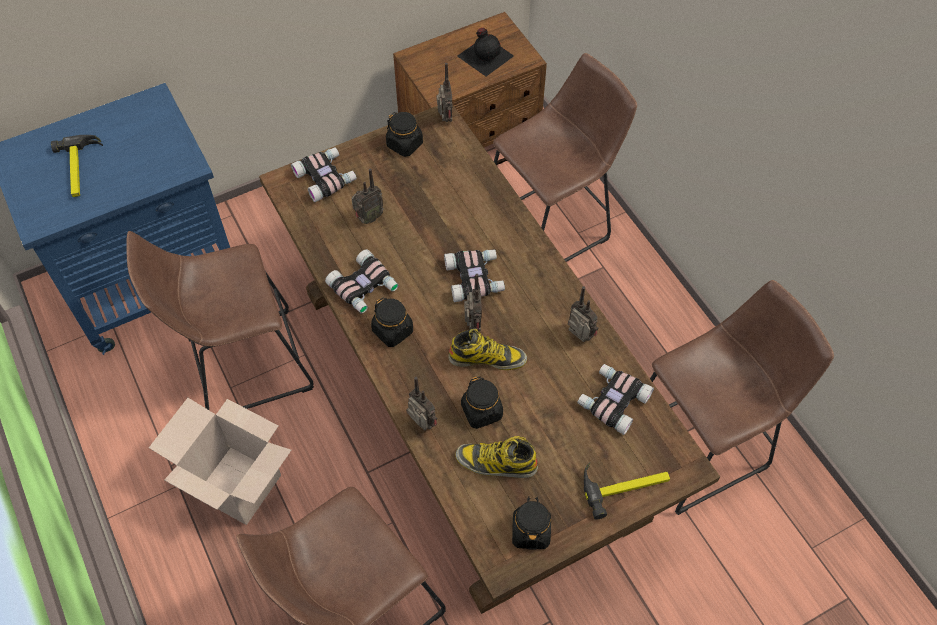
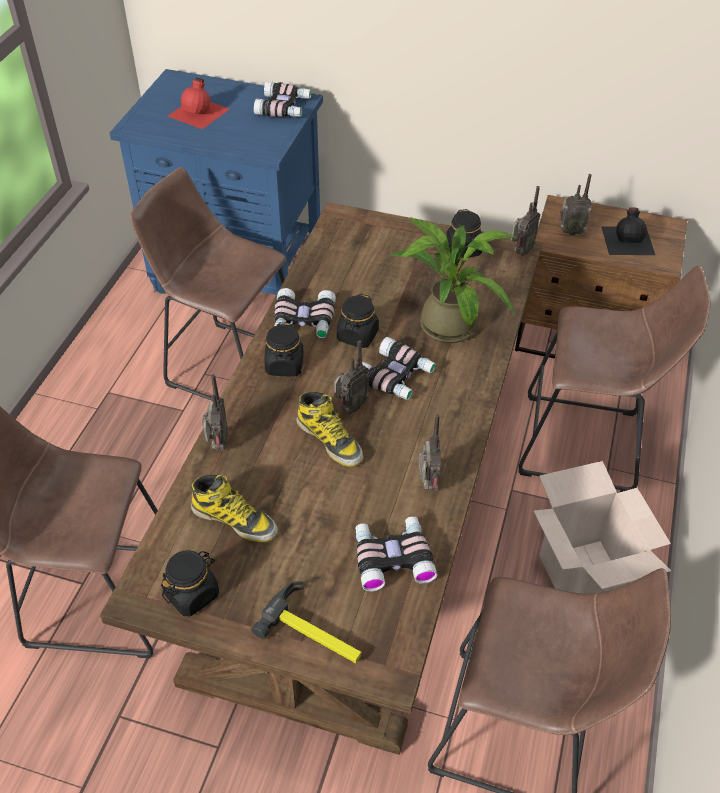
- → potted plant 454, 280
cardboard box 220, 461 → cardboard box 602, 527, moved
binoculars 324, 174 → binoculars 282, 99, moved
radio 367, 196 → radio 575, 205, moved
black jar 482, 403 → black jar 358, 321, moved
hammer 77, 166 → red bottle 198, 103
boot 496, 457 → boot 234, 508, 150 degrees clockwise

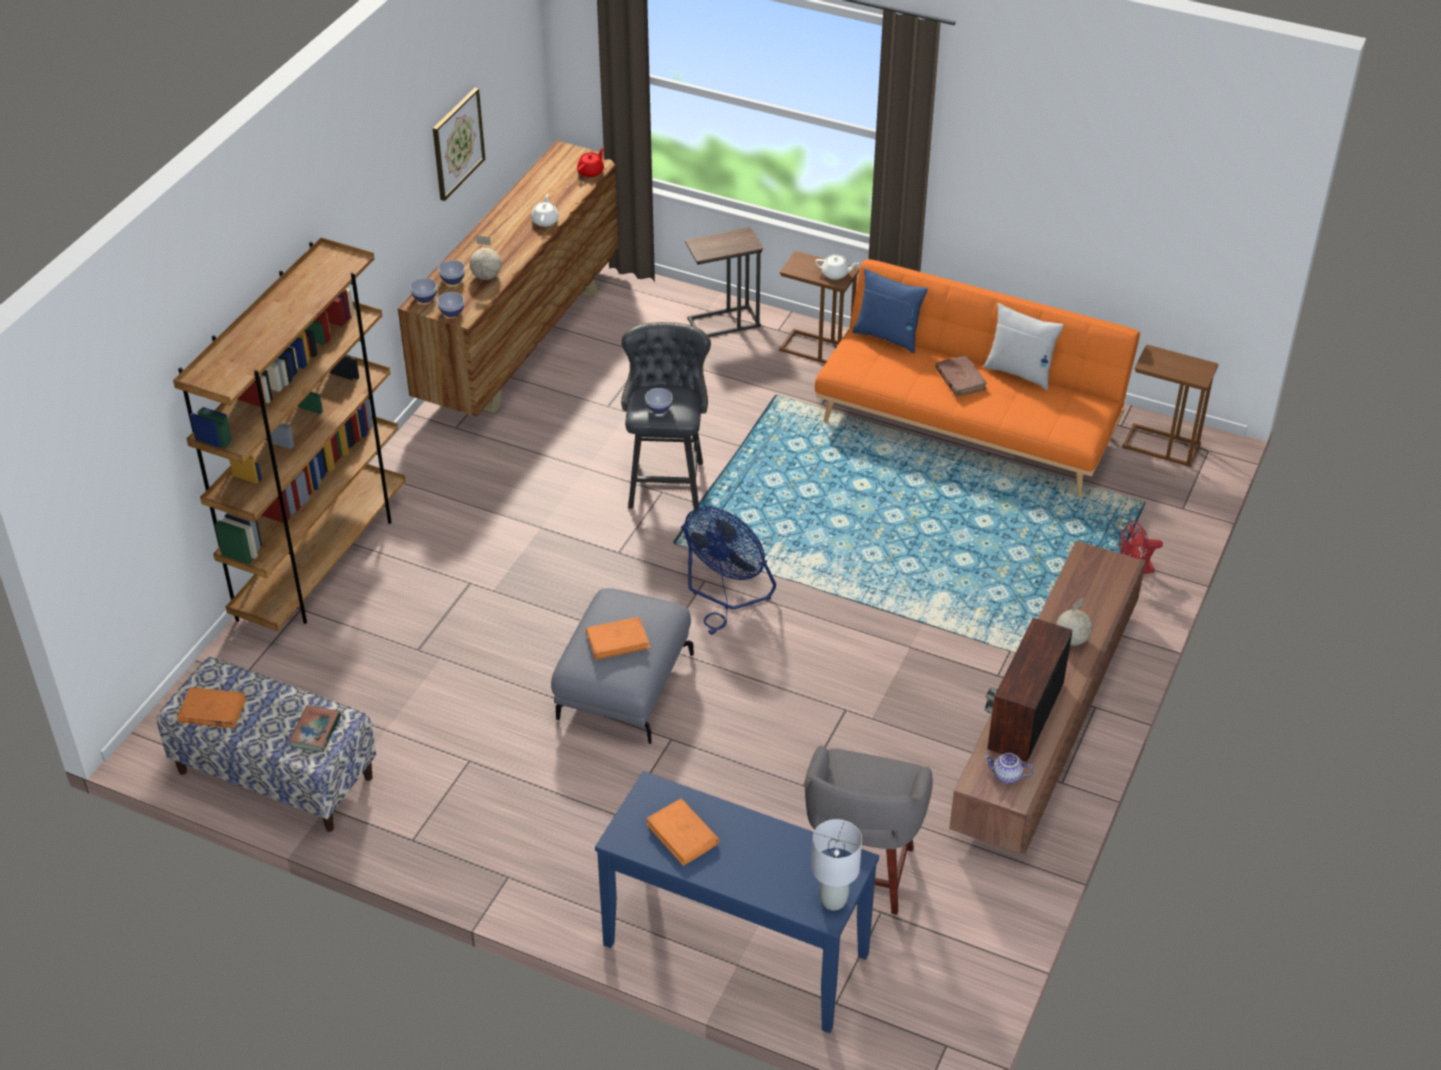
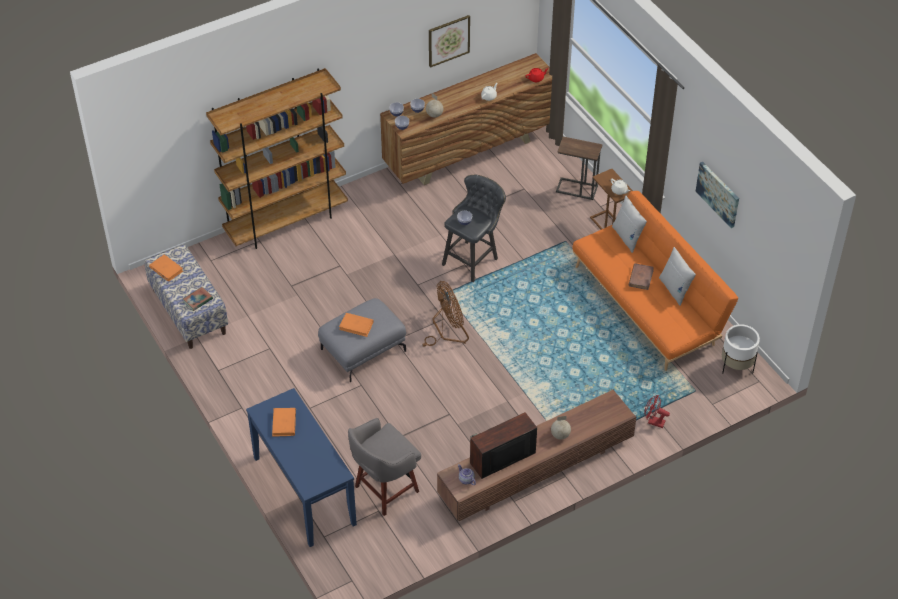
grey table lamp 836, 864 → -
- → picture 717, 195
brown side table 1170, 406 → white planter 741, 348
blue fan 728, 570 → brown fan 445, 314
blue pillow 890, 310 → grey pillow 629, 224

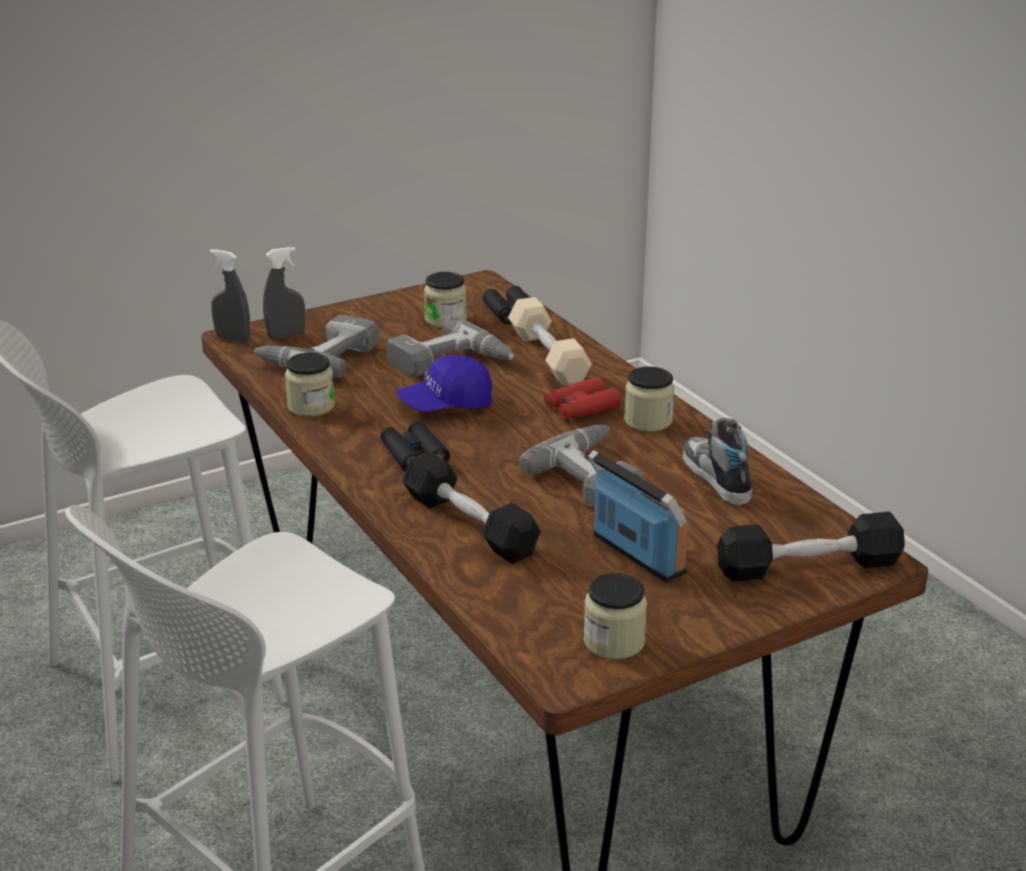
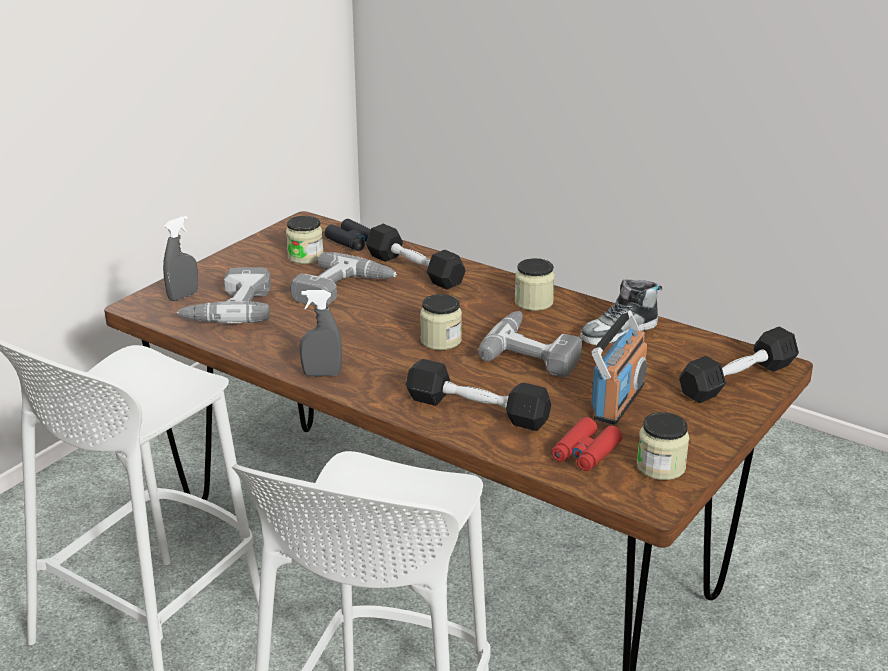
black binoculars 415, 446 → -
blue cap 444, 383 → -
grey spray bottle 230, 296 → grey spray bottle 320, 333, moved
jar 310, 384 → jar 441, 322, moved
red binoculars 582, 398 → red binoculars 586, 444, moved
beige dumbbell 550, 341 → black dumbbell 415, 257
radio 638, 516 → radio 619, 367, 90 degrees clockwise
shoe 717, 461 → shoe 621, 312, 75 degrees counterclockwise

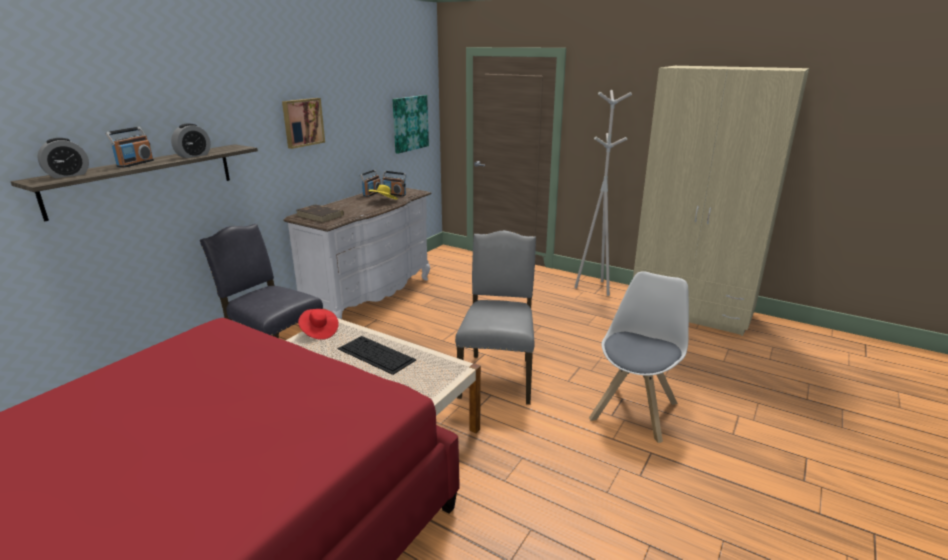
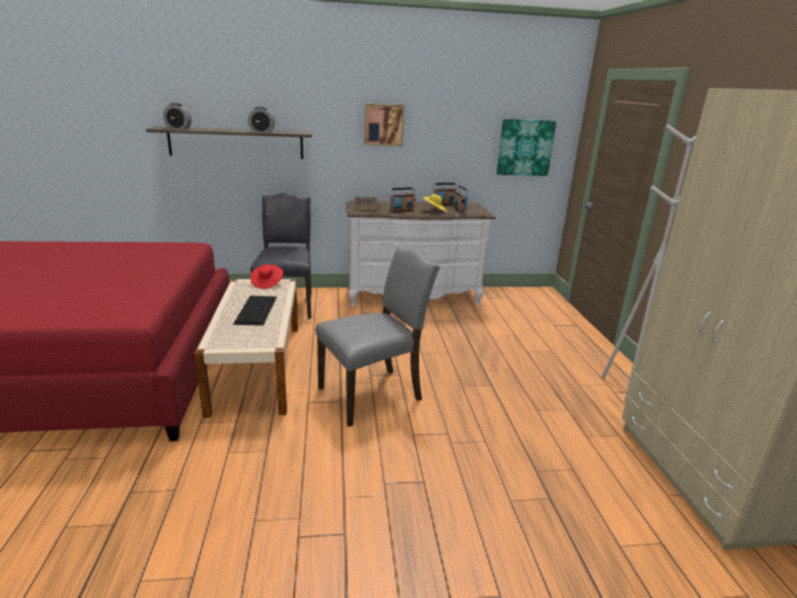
chair 639, 357 → -
radio 129, 147 → radio 402, 199, moved

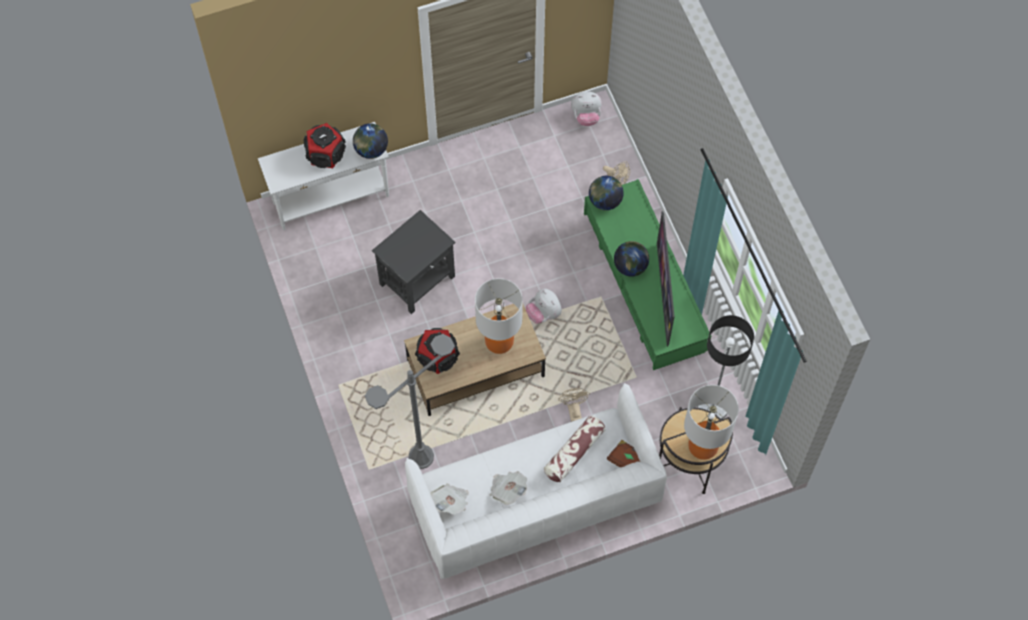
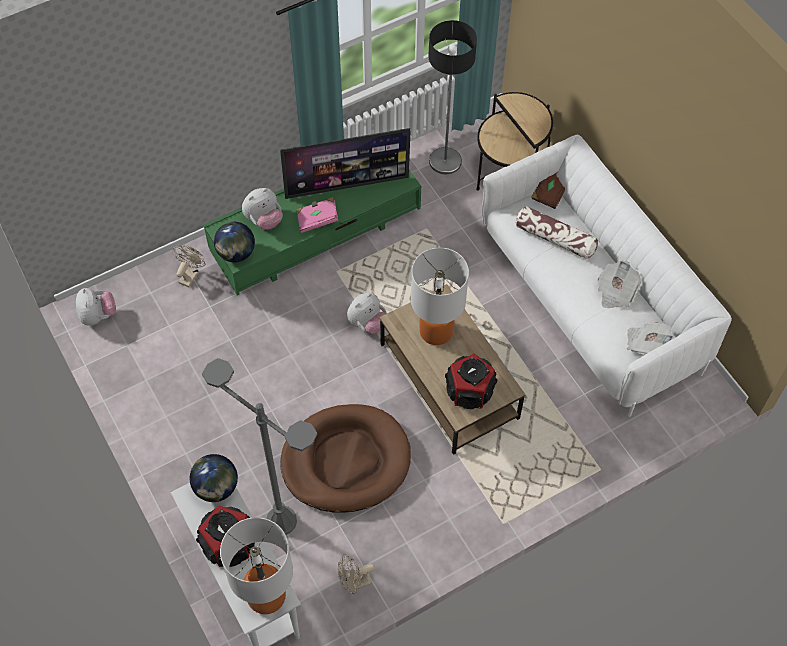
- → plush toy 262, 209
grey floor lamp 410, 401 → grey floor lamp 259, 446, moved
beige fan 574, 405 → beige fan 356, 574, moved
table lamp 711, 422 → table lamp 256, 565, moved
black side table 414, 262 → brown dog bed 345, 458
globe 631, 259 → pink book 317, 215

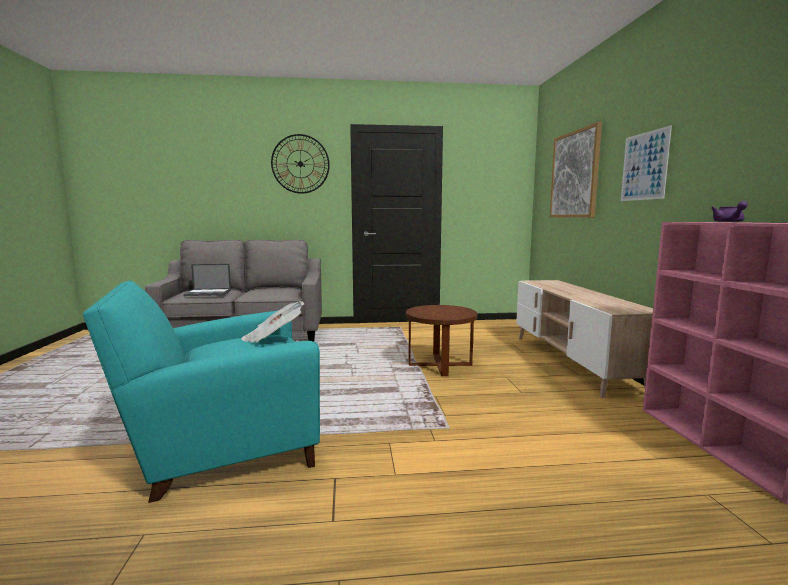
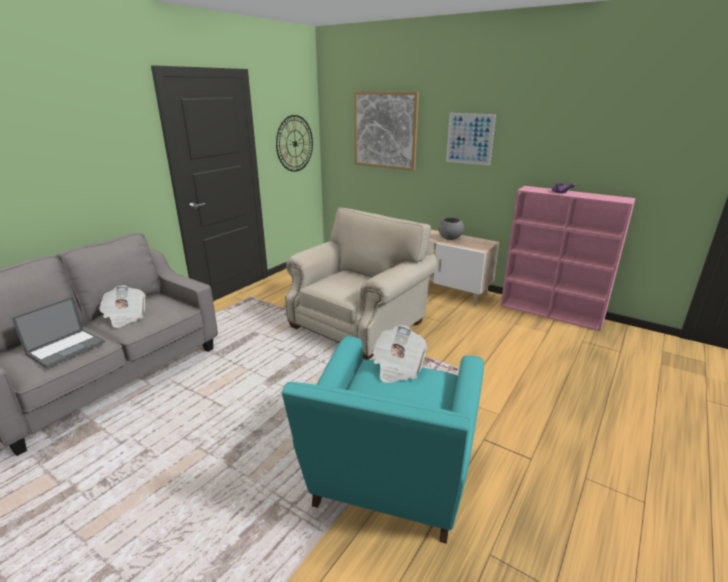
- → newspaper 122, 306
- → grey bowl 451, 229
wall clock 300, 164 → wall clock 294, 143, moved
brown side table 441, 340 → beige armchair 361, 284

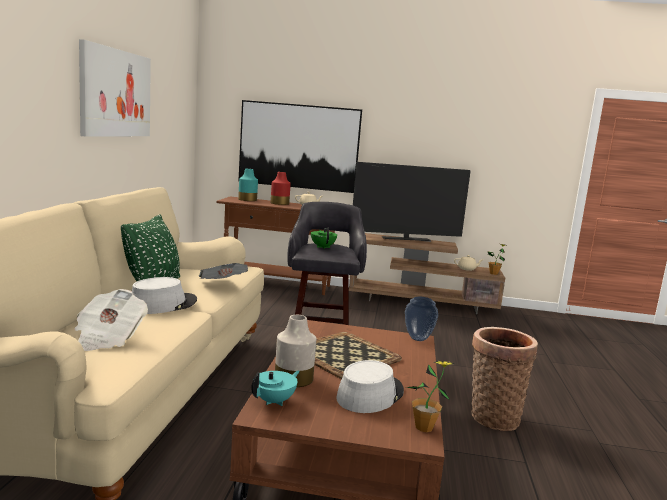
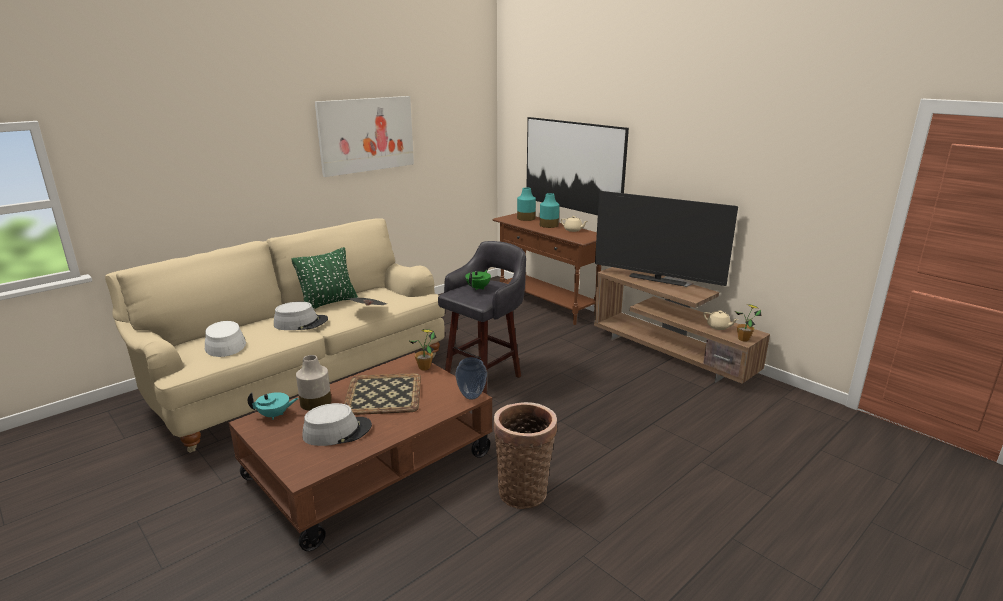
potted plant 430, 396 → potted plant 423, 350, moved
newspaper 111, 320 → white hat 225, 339
red vase 281, 188 → turquoise vase 549, 210

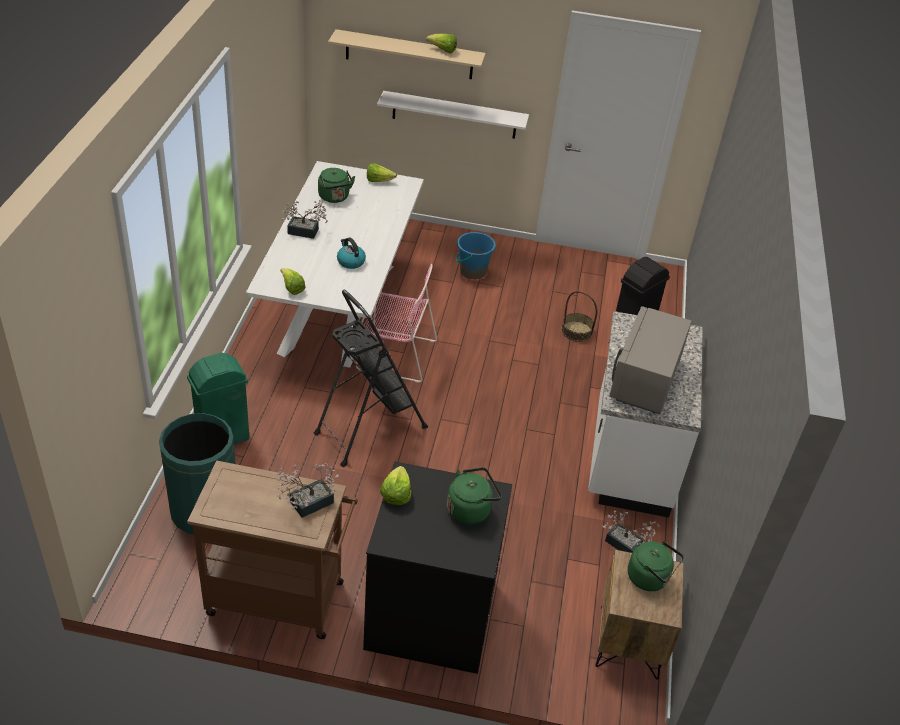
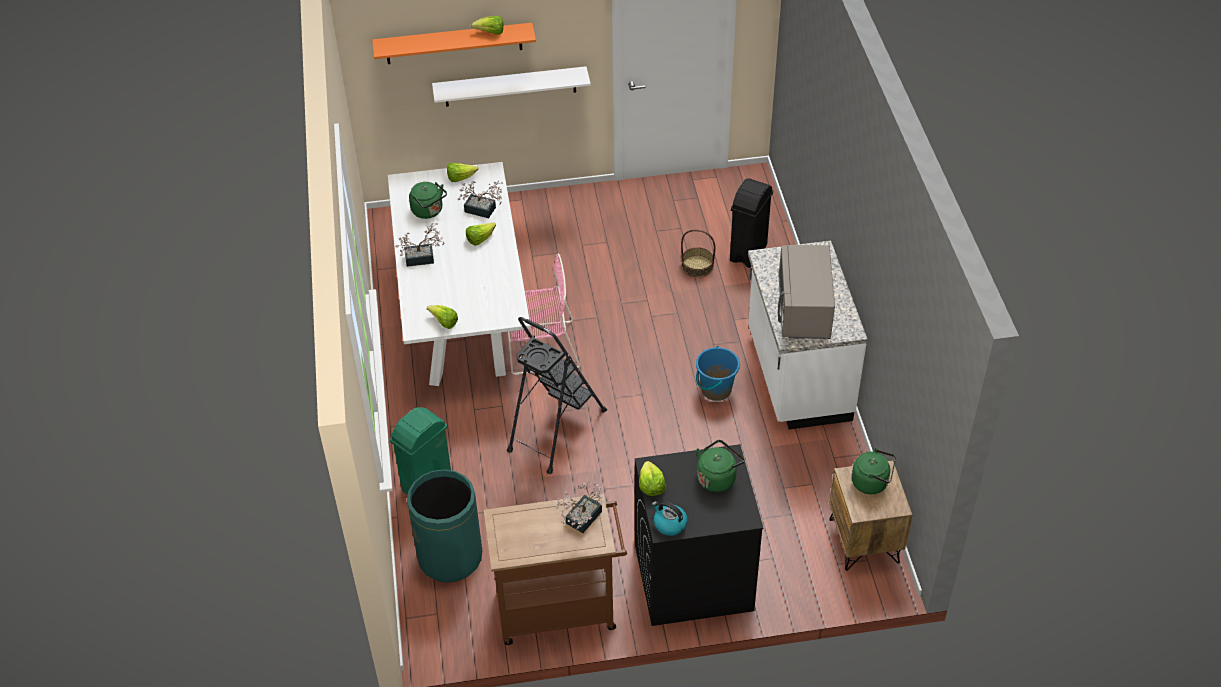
- → lettuce 481, 234
kettle 351, 253 → kettle 670, 518, moved
blue bucket 476, 255 → blue bucket 718, 373, moved
potted plant 630, 532 → potted plant 480, 199, moved
beige shelf 407, 54 → orange shelf 454, 43

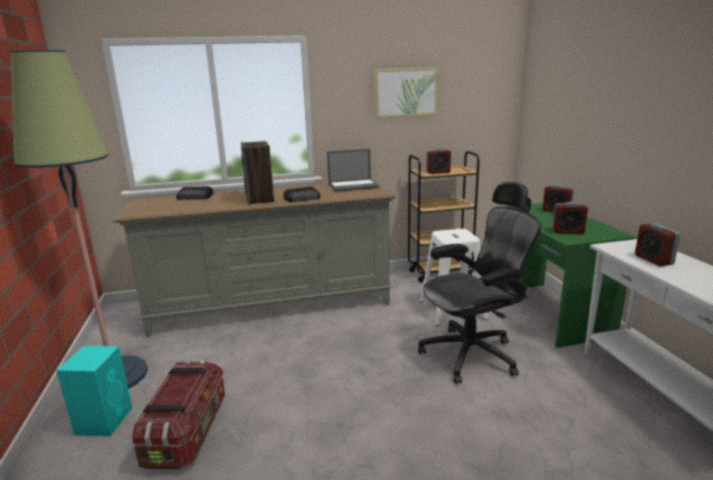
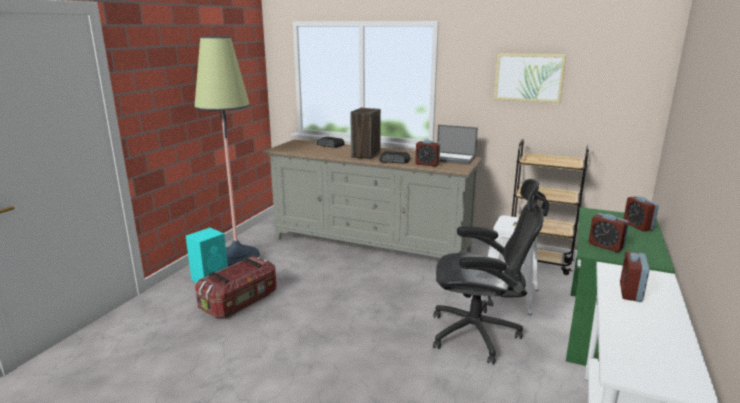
alarm clock 438, 161 → alarm clock 427, 153, moved

